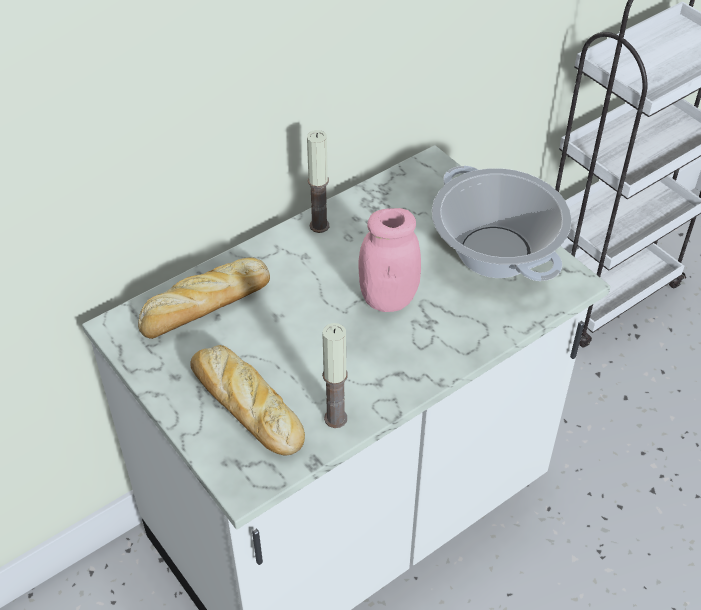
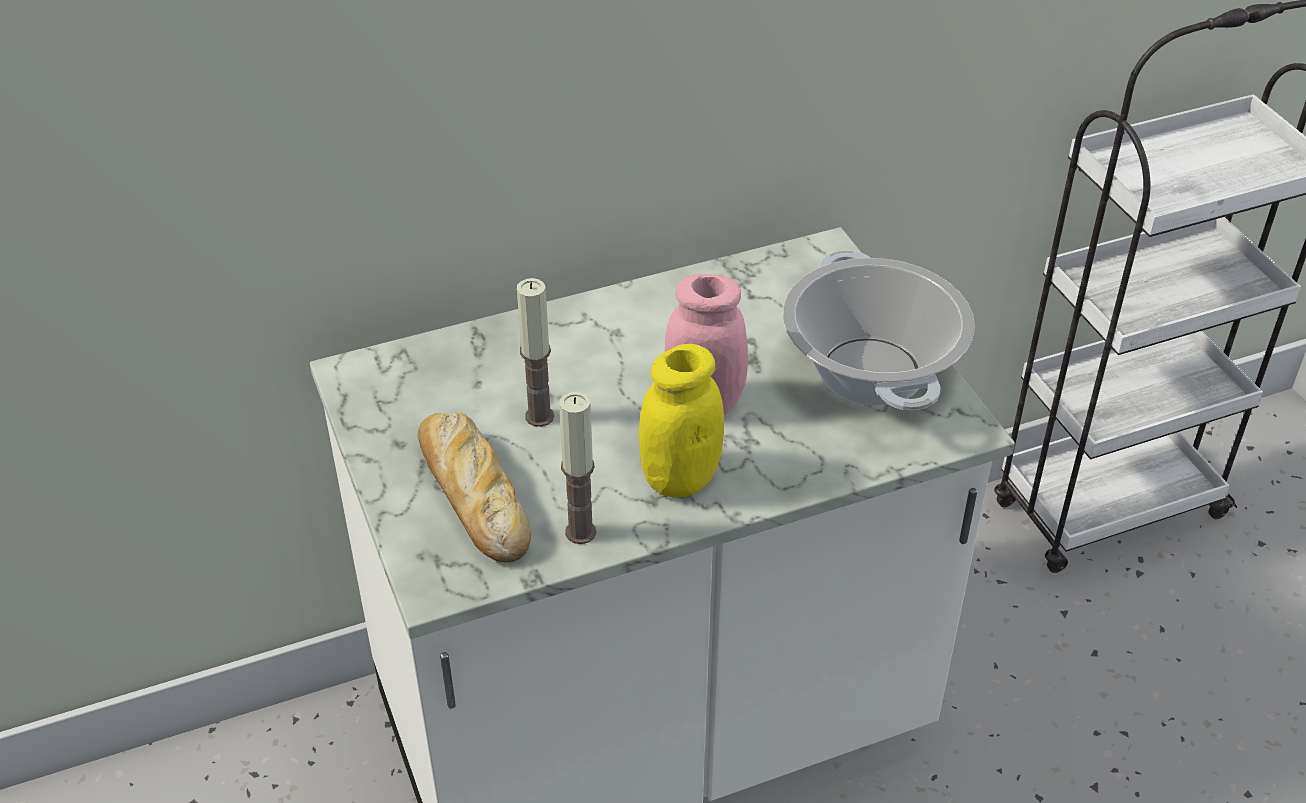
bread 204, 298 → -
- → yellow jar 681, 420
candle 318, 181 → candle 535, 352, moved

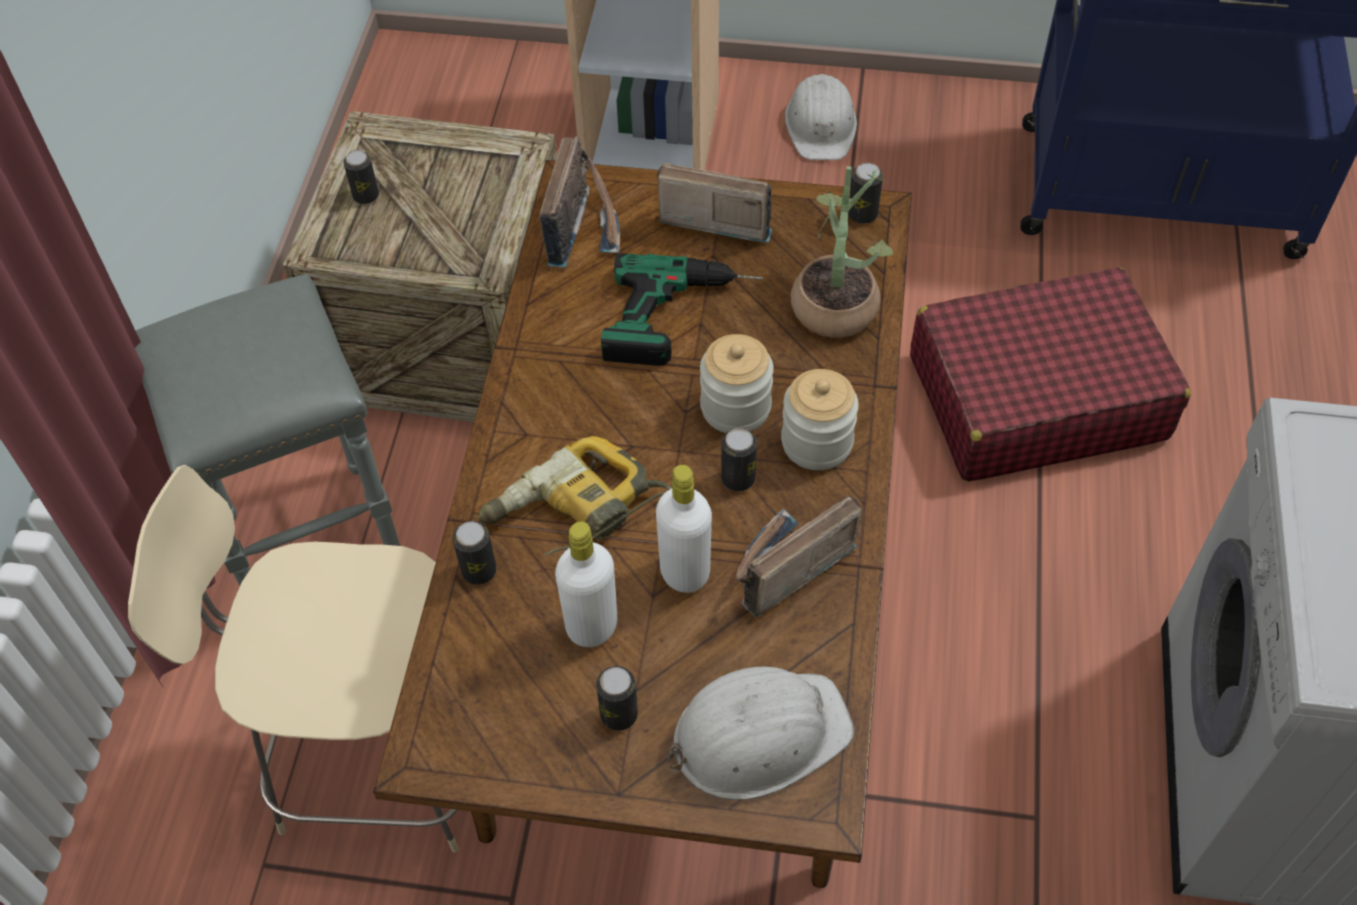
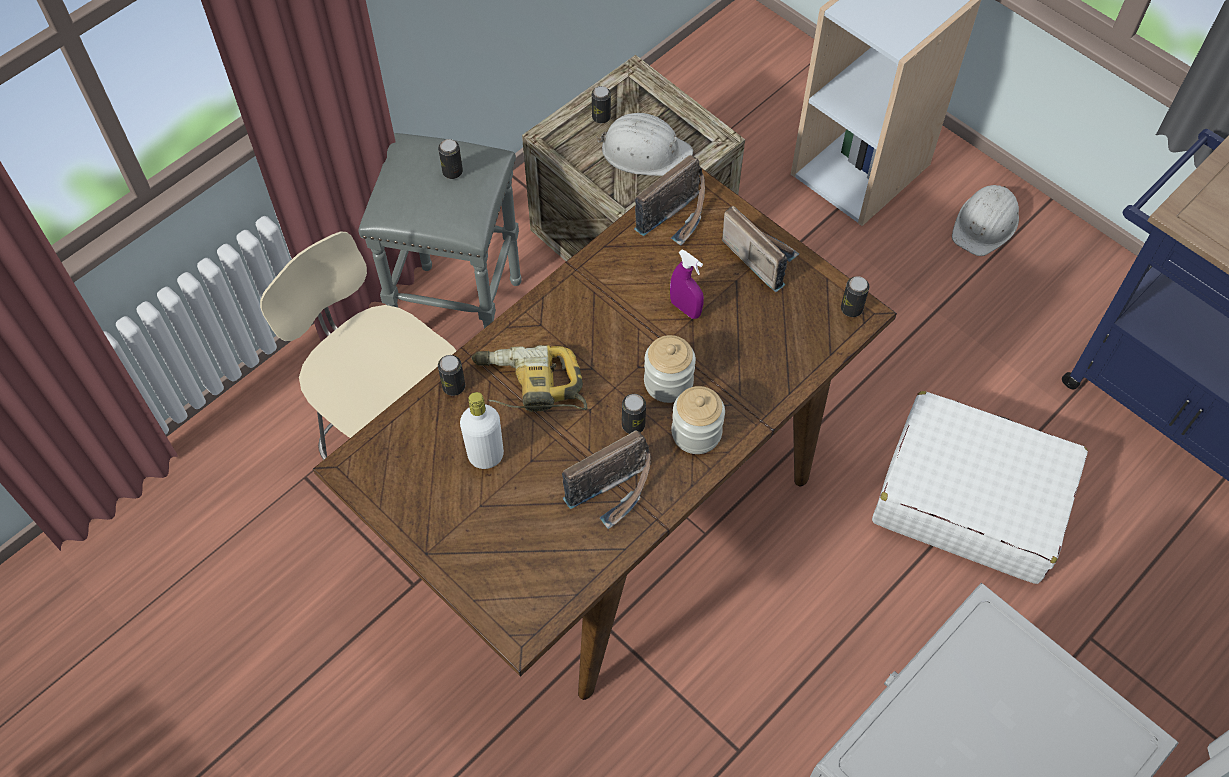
white bottle 684, 529 → -
potted plant 842, 252 → -
can 617, 698 → can 450, 159, moved
white hard hat 760, 733 → white hard hat 644, 144, moved
power drill 682, 309 → purple spray bottle 687, 284
red suitcase 1050, 374 → white suitcase 980, 487
radio 799, 556 → radio 606, 479, 150 degrees clockwise

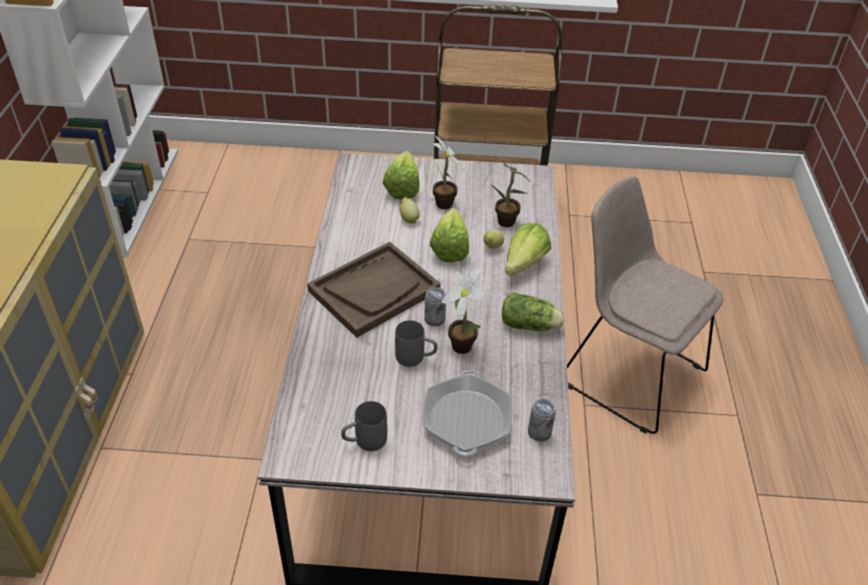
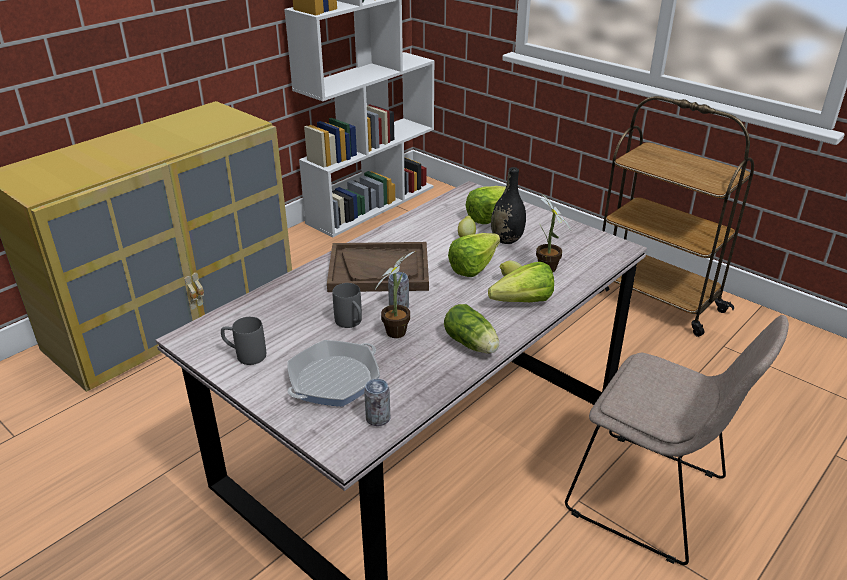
potted plant 449, 172 → black vase 508, 205
beige chair 645, 305 → beige chair 677, 440, 135 degrees clockwise

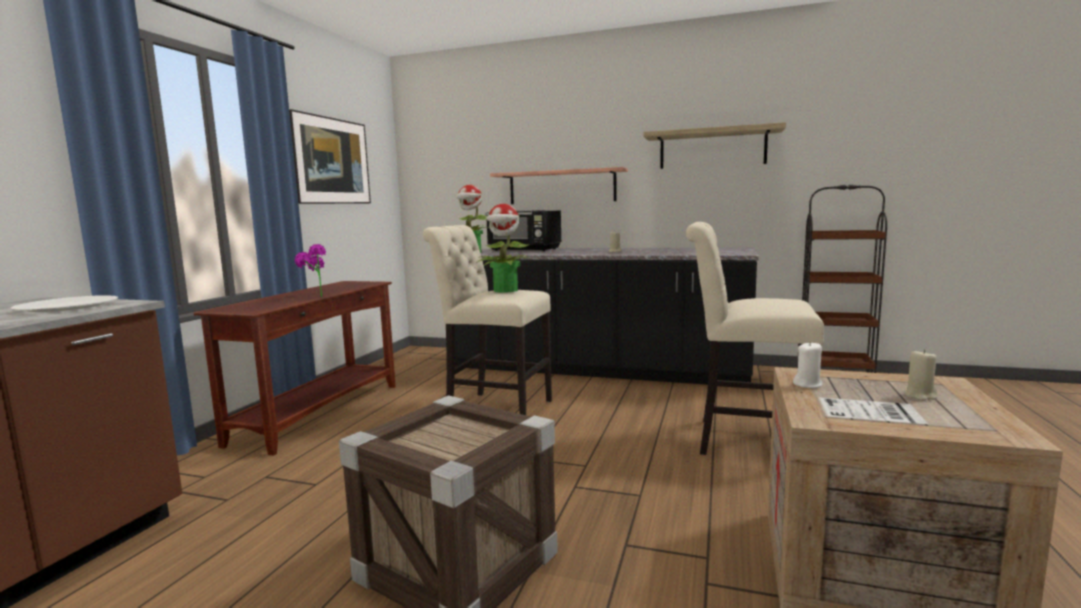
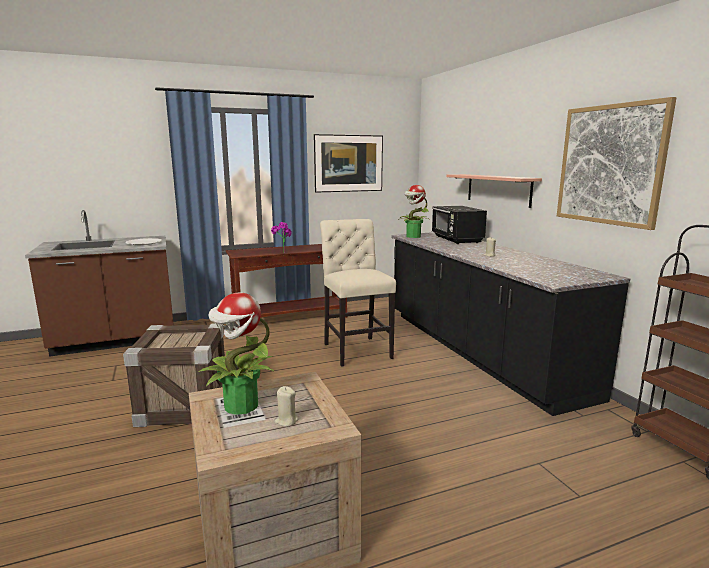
beige stool 755, 338 → -
white candle 808, 364 → -
potted plant 503, 248 → potted plant 236, 353, moved
shelf 714, 145 → picture 617, 163

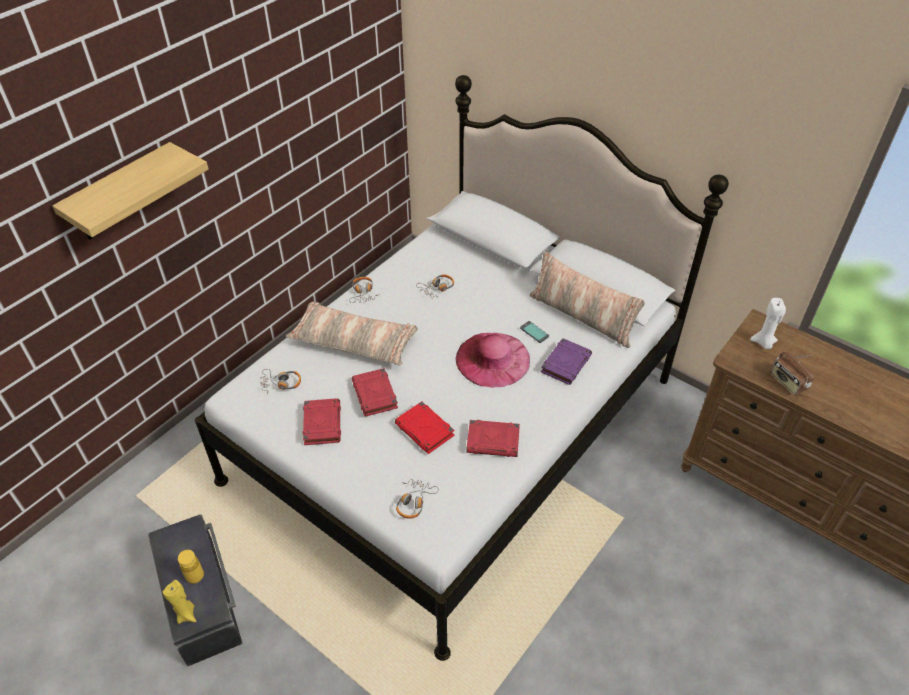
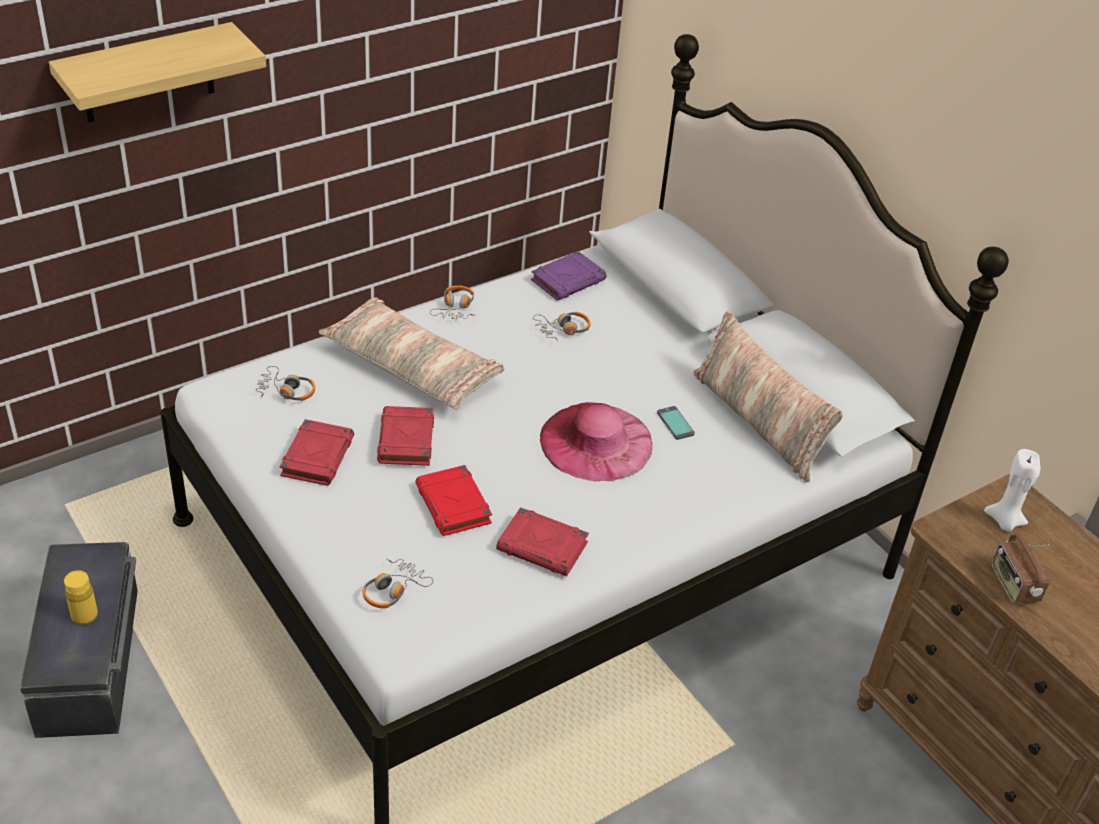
yellow candle 179, 602 → -
purple book 566, 361 → purple book 568, 276, moved

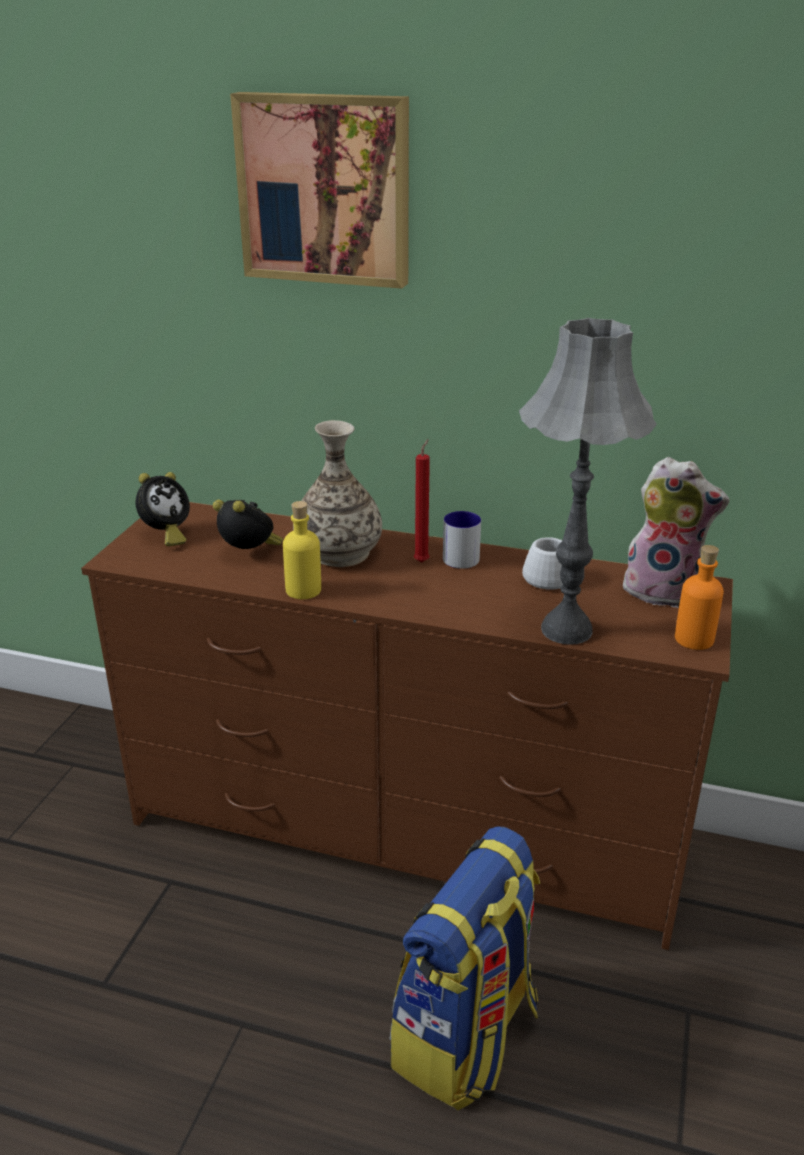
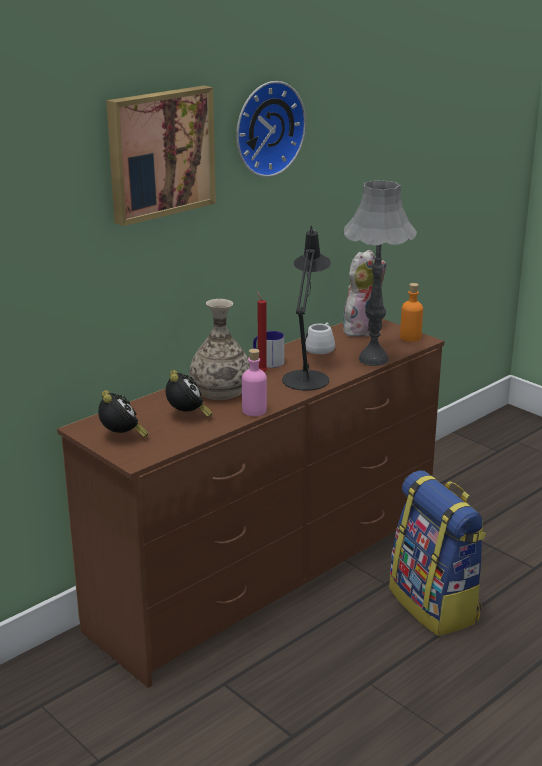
- → wall clock 271, 129
- → black table lamp 306, 308
yellow bottle 302, 550 → pink bottle 254, 382
alarm clock 248, 524 → alarm clock 188, 394, 105 degrees clockwise

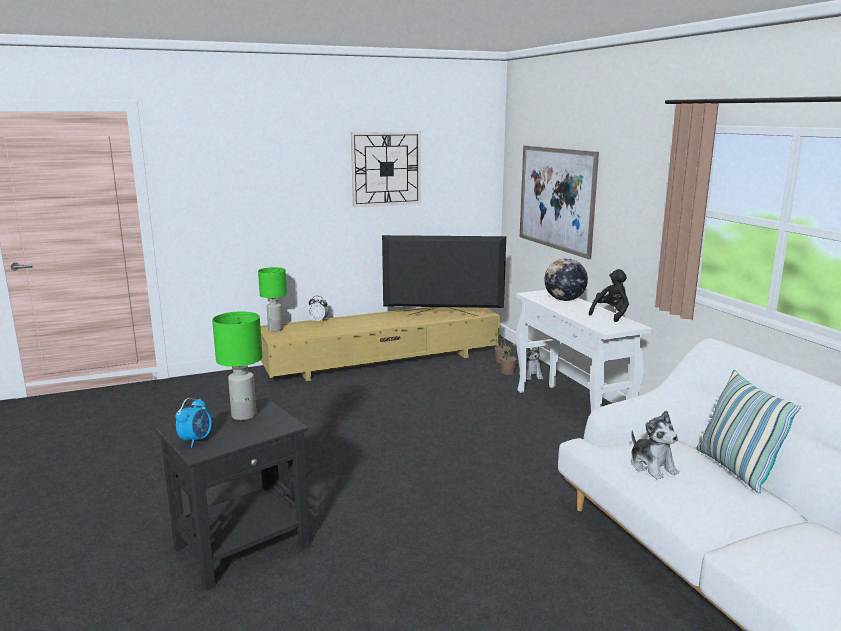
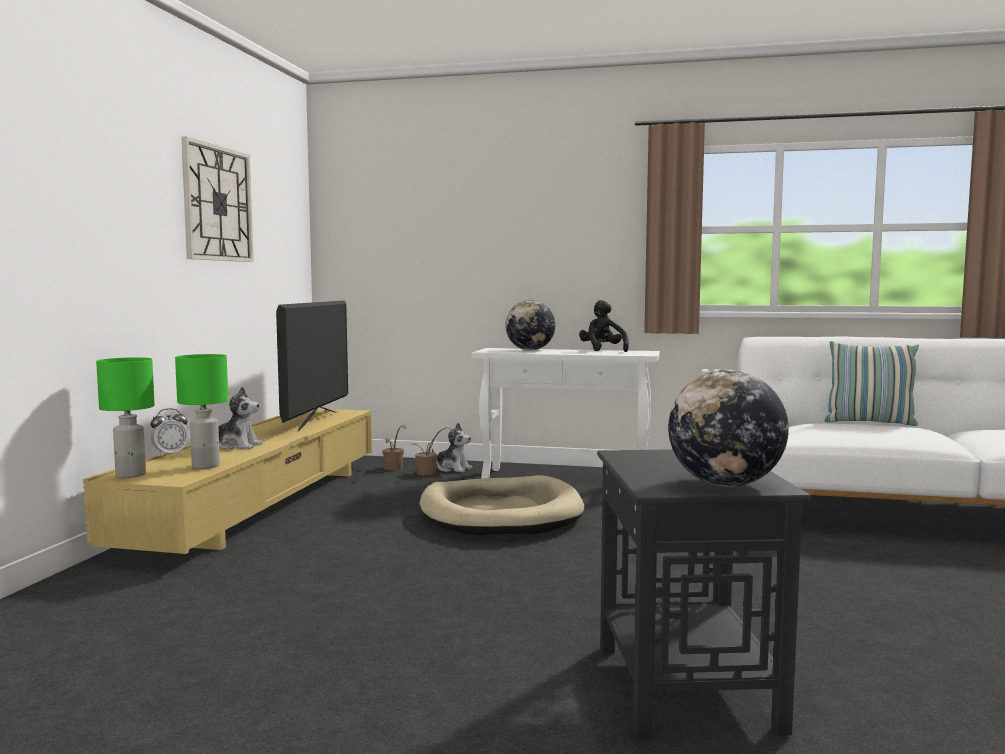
picture 559, 202 → -
- → beige dog bed 501, 505
green table lamp 237, 365 → green table lamp 201, 411, moved
plush toy 655, 445 → plush toy 240, 418, moved
alarm clock 193, 423 → globe 728, 428
television 444, 275 → television 312, 365, 150 degrees clockwise

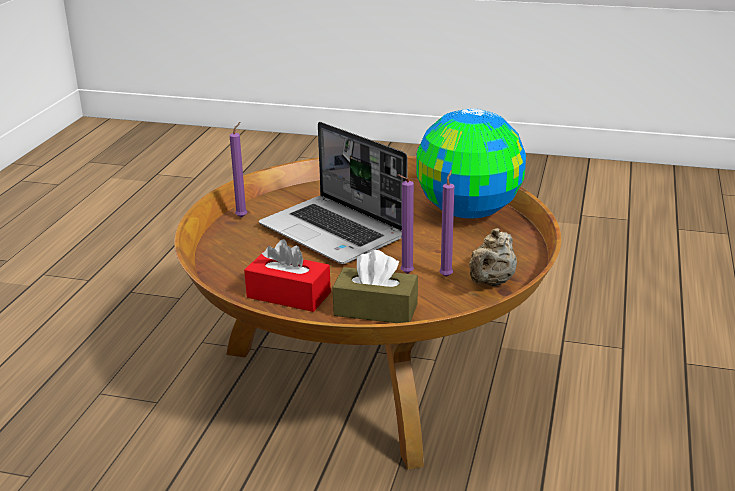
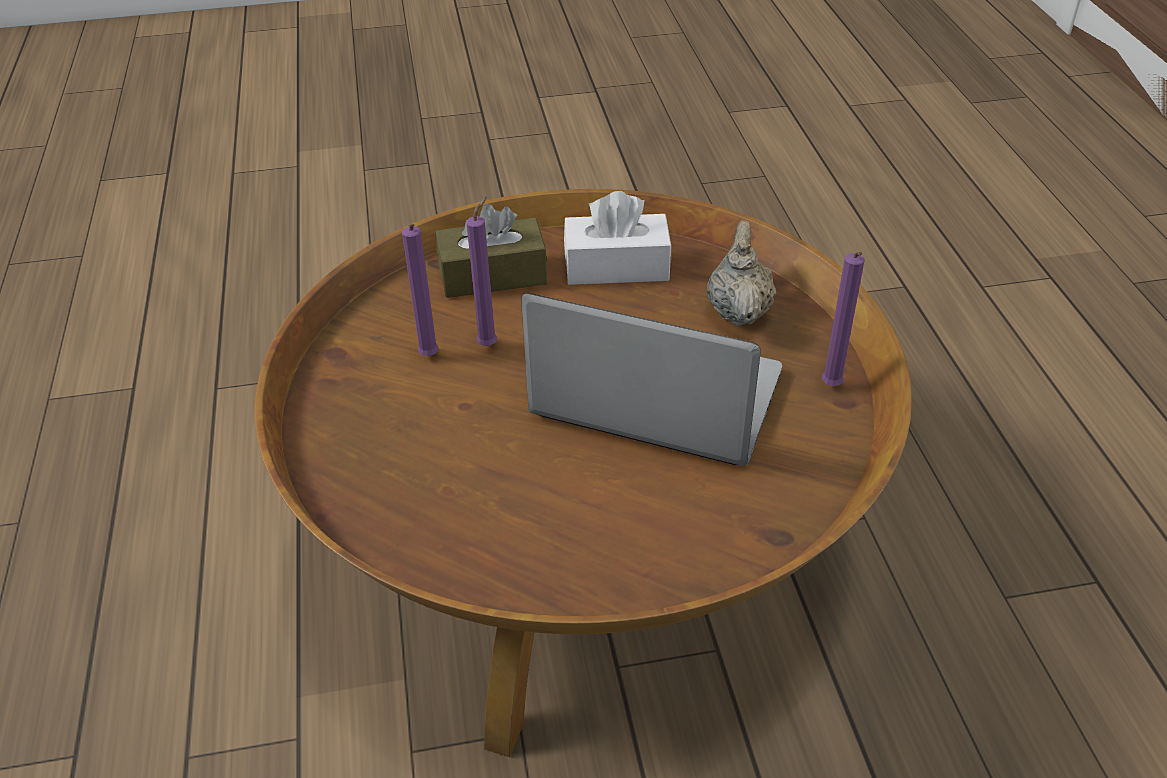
globe 471, 163 → -
beige teapot 493, 257 → beige teapot 741, 273, moved
red tissue box 287, 275 → white tissue box 617, 238

